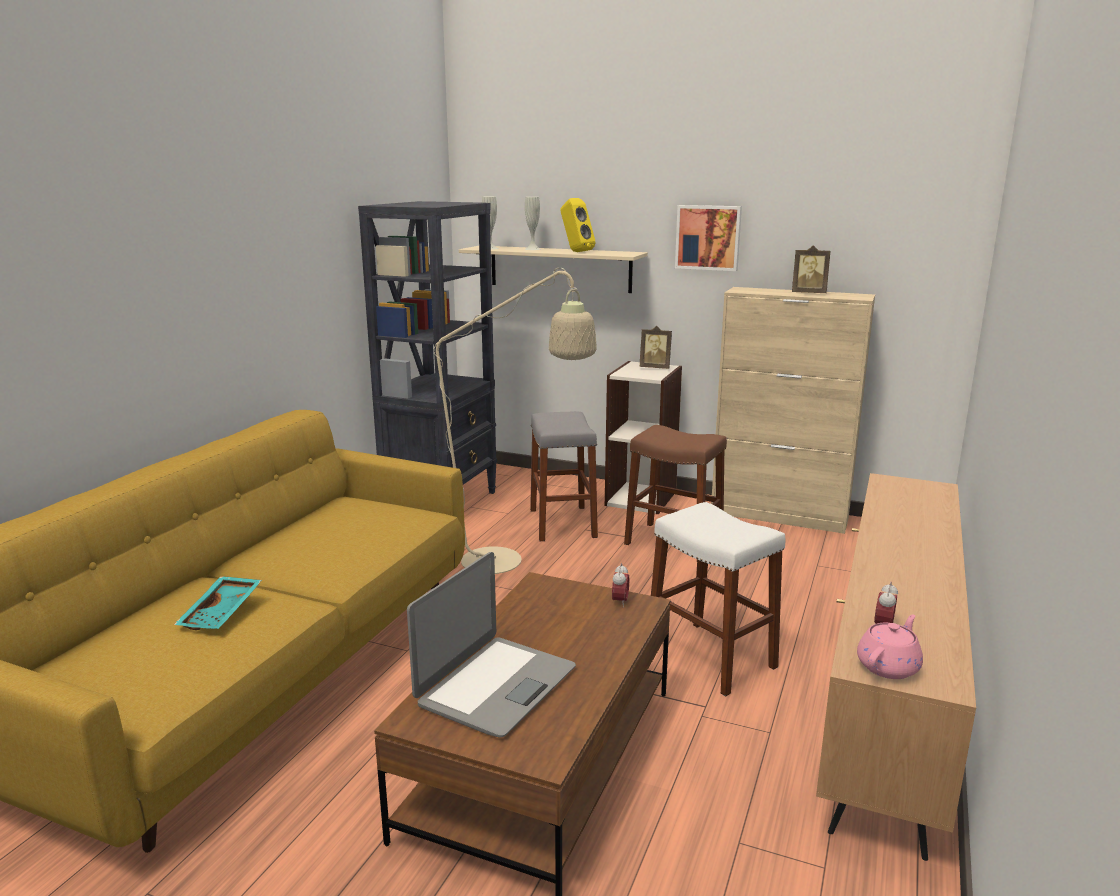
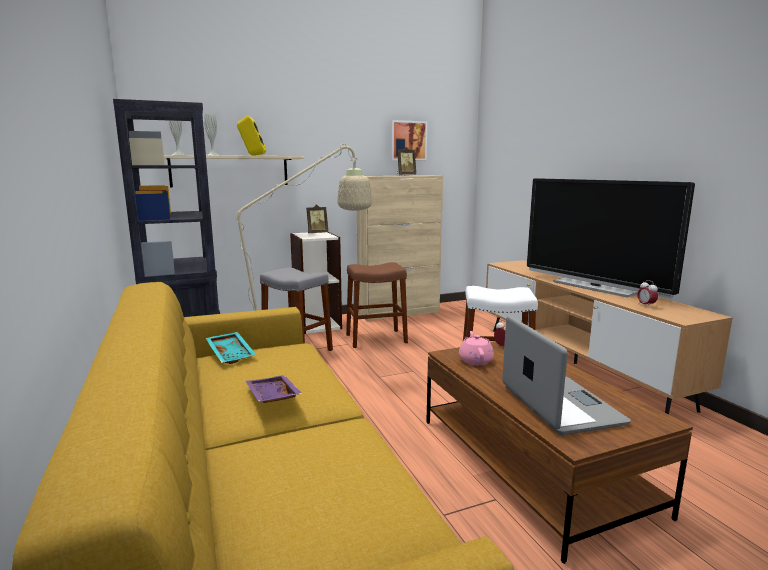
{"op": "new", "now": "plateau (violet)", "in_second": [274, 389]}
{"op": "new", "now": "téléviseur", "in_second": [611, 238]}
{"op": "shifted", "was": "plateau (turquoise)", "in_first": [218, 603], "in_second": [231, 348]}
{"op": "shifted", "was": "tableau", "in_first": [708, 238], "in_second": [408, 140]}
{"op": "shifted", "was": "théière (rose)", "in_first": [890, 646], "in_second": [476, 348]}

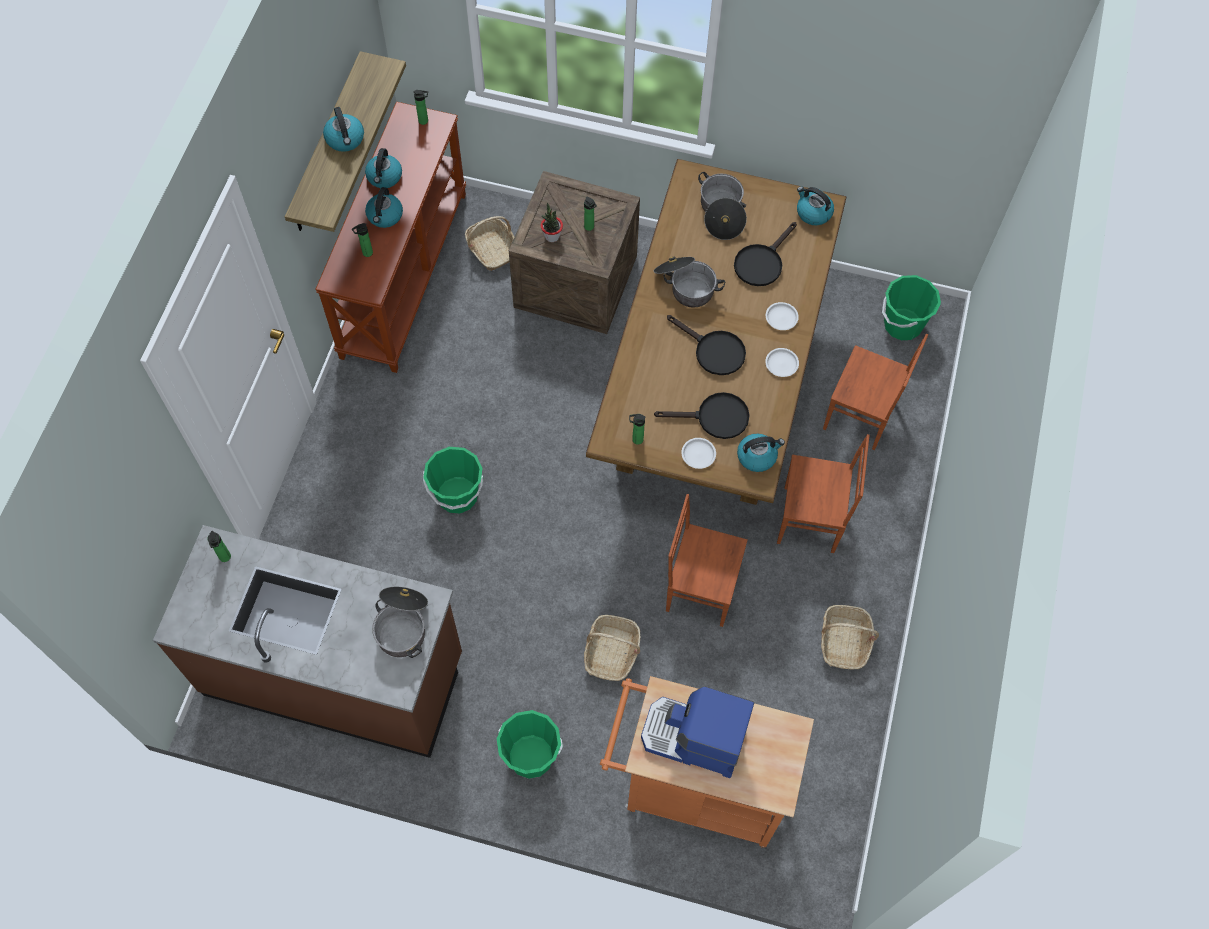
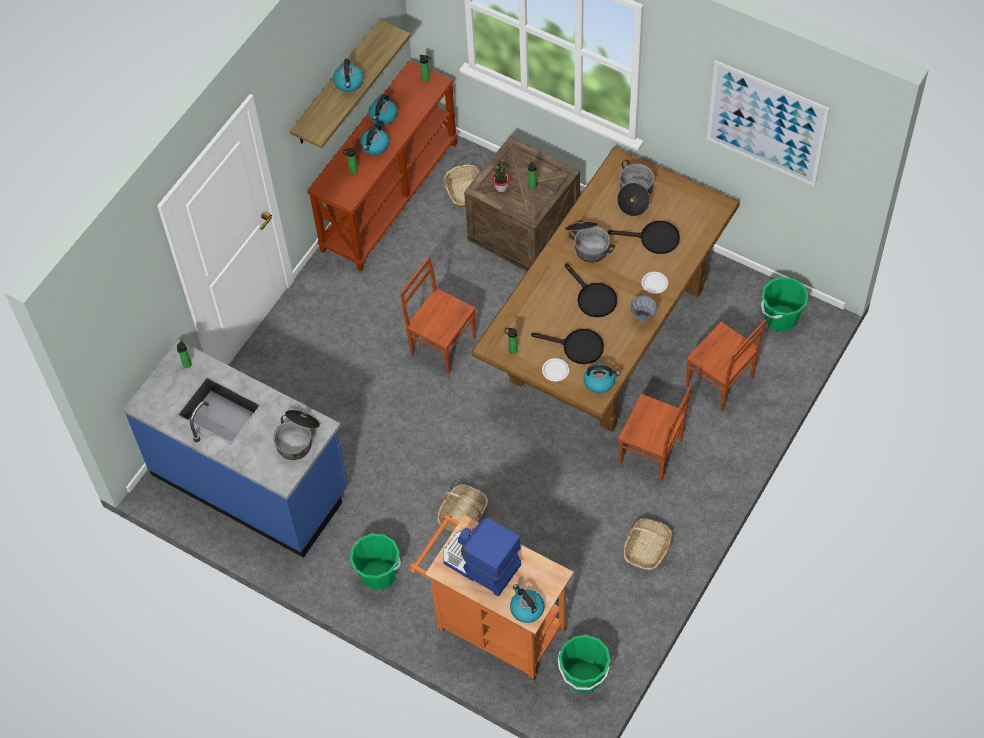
{"op": "new", "now": "tableau", "in_second": [768, 123]}
{"op": "shifted", "was": "seau (vert)", "in_first": [453, 480], "in_second": [584, 664]}
{"op": "shifted", "was": "chaise (marron)", "in_first": [706, 560], "in_second": [438, 315]}
{"op": "shifted", "was": "bouilloire", "in_first": [815, 205], "in_second": [527, 603]}
{"op": "swapped", "was": "assiette (blanc)", "now": "vase (gris)", "in_first": [782, 362], "in_second": [643, 309]}
{"op": "repainted", "was": "comptoir de cuisine (marron)", "now": "comptoir de cuisine (bleu)", "in_first": [307, 641], "in_second": [235, 449]}
{"op": "rotated", "was": "poêle (noir)", "in_first": [765, 254], "in_second": [643, 237], "clockwise": -135}

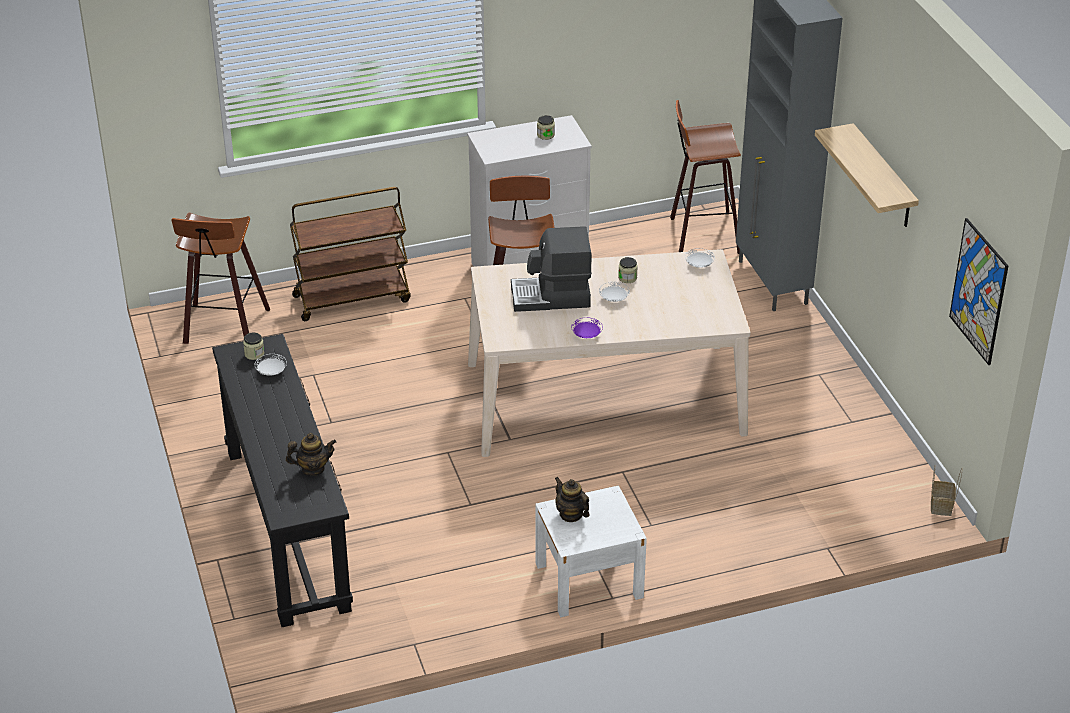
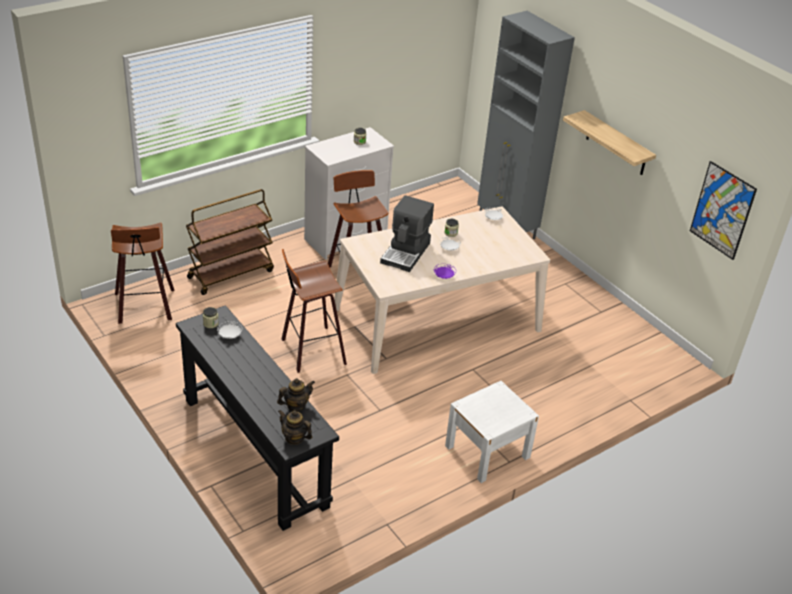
{"op": "gone", "was": "panier", "in_first": [947, 491]}
{"op": "shifted", "was": "théière", "in_first": [572, 499], "in_second": [295, 427]}
{"op": "shifted", "was": "tabouret", "in_first": [705, 177], "in_second": [314, 311]}
{"op": "rotated", "was": "machine à café", "in_first": [551, 269], "in_second": [407, 233], "clockwise": -45}

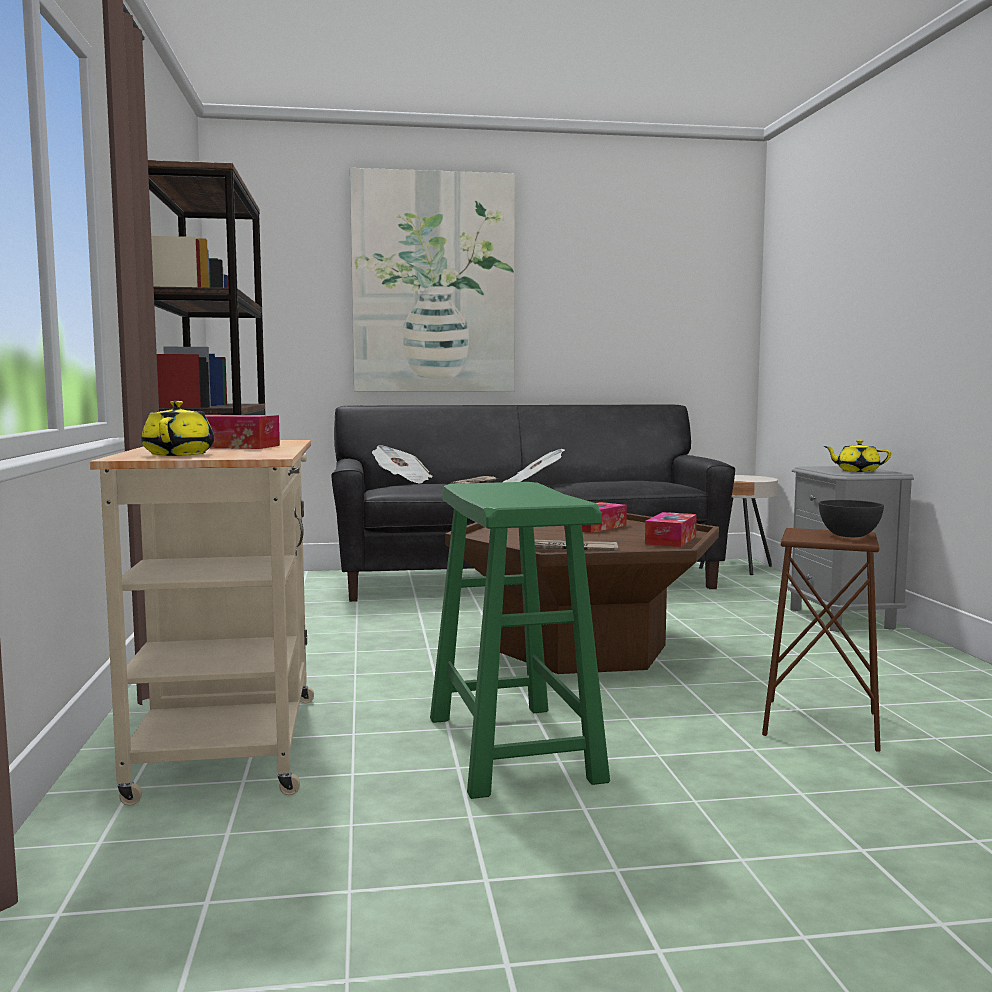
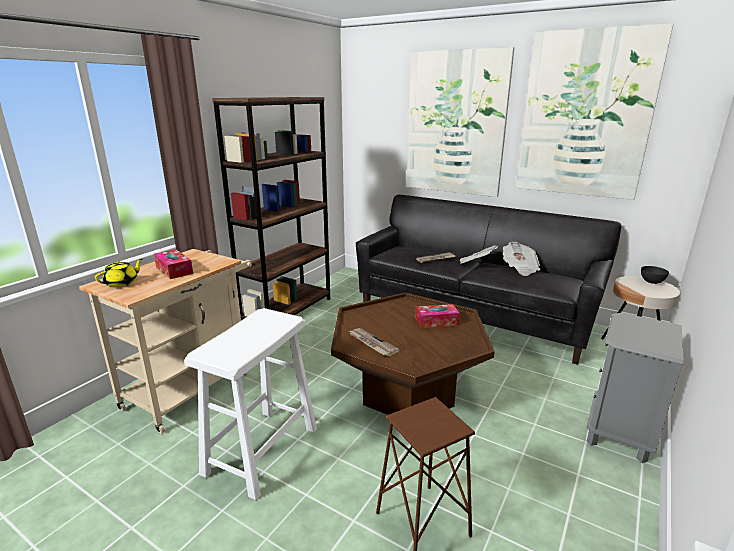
{"op": "gone", "was": "boîte à mouchoirs", "in_first": [671, 529]}
{"op": "gone", "was": "théière (jaune)", "in_first": [857, 456]}
{"op": "new", "now": "tableau", "in_second": [595, 111]}
{"op": "shifted", "was": "journal", "in_first": [402, 464], "in_second": [522, 259]}
{"op": "shifted", "was": "bol (gris)", "in_first": [851, 518], "in_second": [655, 275]}
{"op": "repainted", "was": "tabouret (vert)", "now": "tabouret (blanc)", "in_first": [520, 640], "in_second": [250, 404]}

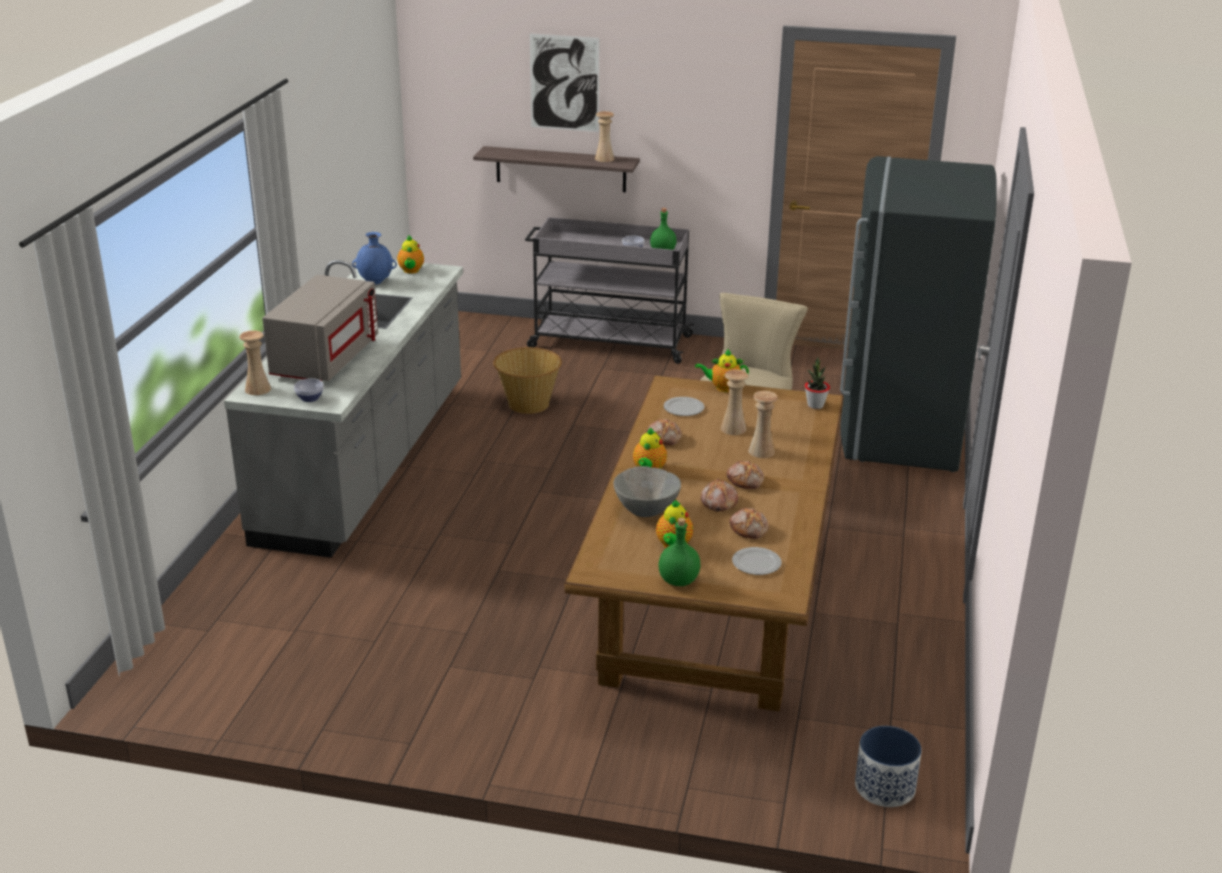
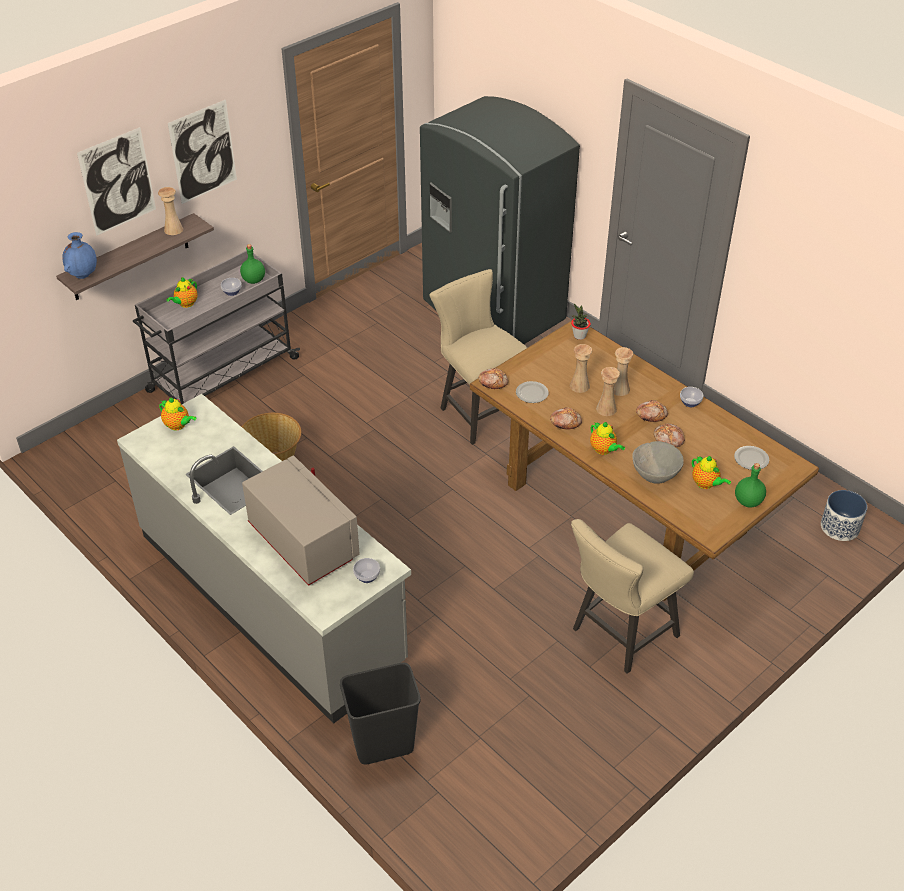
{"op": "new", "now": "tableau", "in_second": [202, 151]}
{"op": "new", "now": "poubelle (noir)", "in_second": [380, 714]}
{"op": "new", "now": "chaise (beige)", "in_second": [632, 596]}
{"op": "new", "now": "bol", "in_second": [691, 397]}
{"op": "shifted", "was": "vase (beige)", "in_first": [255, 362], "in_second": [608, 391]}
{"op": "shifted", "was": "vase (bleu)", "in_first": [374, 258], "in_second": [79, 255]}
{"op": "shifted", "was": "théière", "in_first": [722, 370], "in_second": [181, 292]}
{"op": "shifted", "was": "pain", "in_first": [749, 523], "in_second": [493, 378]}

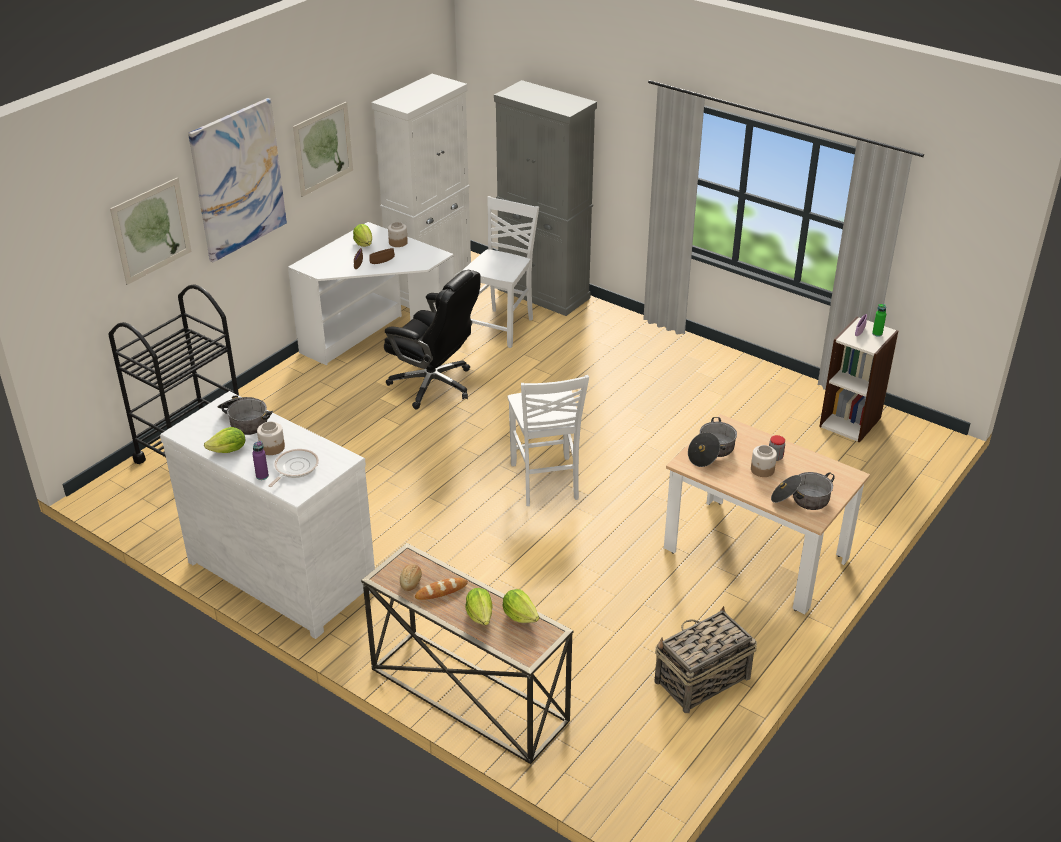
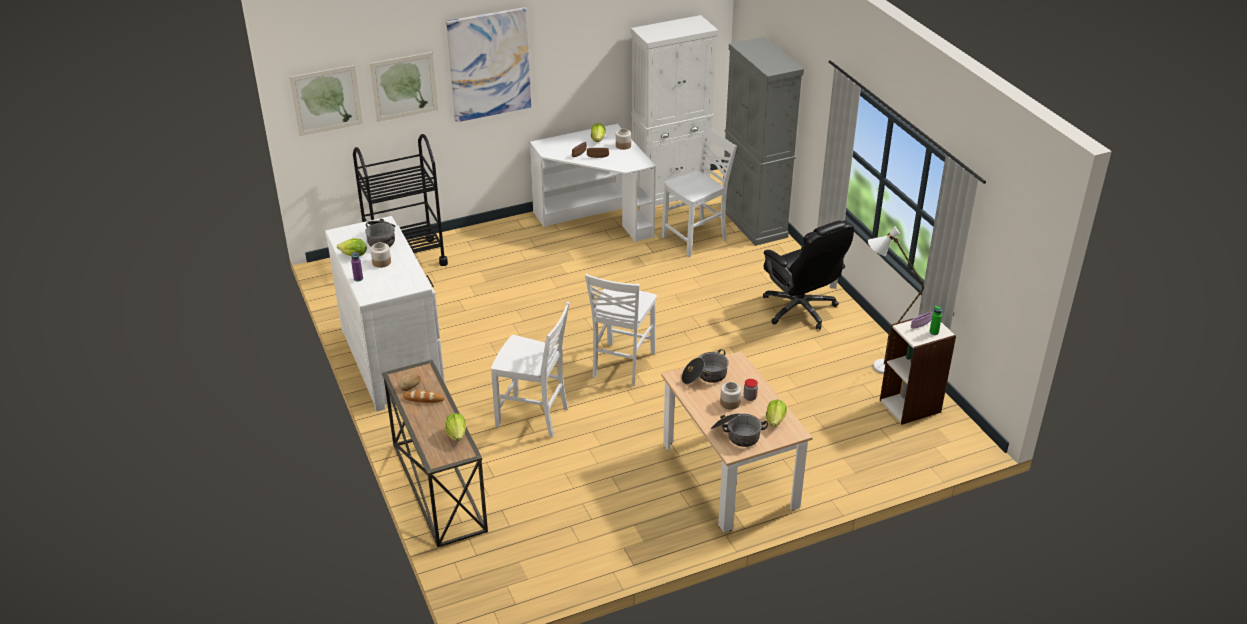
{"op": "gone", "was": "poêle", "in_first": [293, 468]}
{"op": "gone", "was": "panier", "in_first": [705, 659]}
{"op": "new", "now": "chaise (blanc)", "in_second": [530, 370]}
{"op": "new", "now": "lampadaire (blanc)", "in_second": [896, 300]}
{"op": "shifted", "was": "tableau", "in_first": [323, 149], "in_second": [326, 100]}
{"op": "shifted", "was": "chaise de bureau (noir)", "in_first": [432, 339], "in_second": [808, 275]}
{"op": "shifted", "was": "laitue", "in_first": [479, 606], "in_second": [776, 413]}

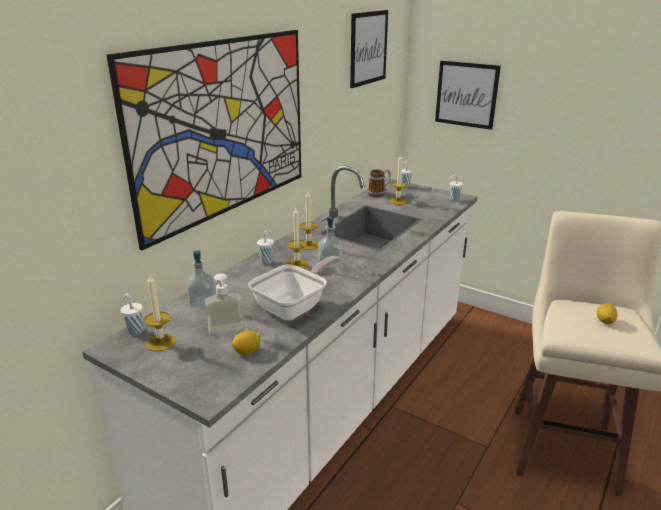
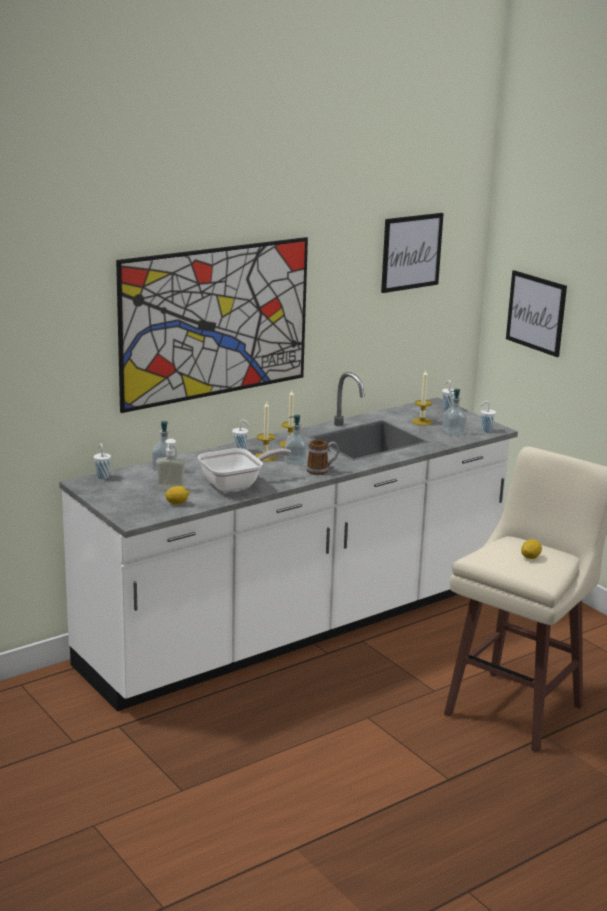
{"op": "gone", "was": "bougie", "in_first": [160, 313]}
{"op": "new", "now": "distributeur de savon", "in_second": [454, 412]}
{"op": "shifted", "was": "mug", "in_first": [379, 183], "in_second": [323, 457]}

